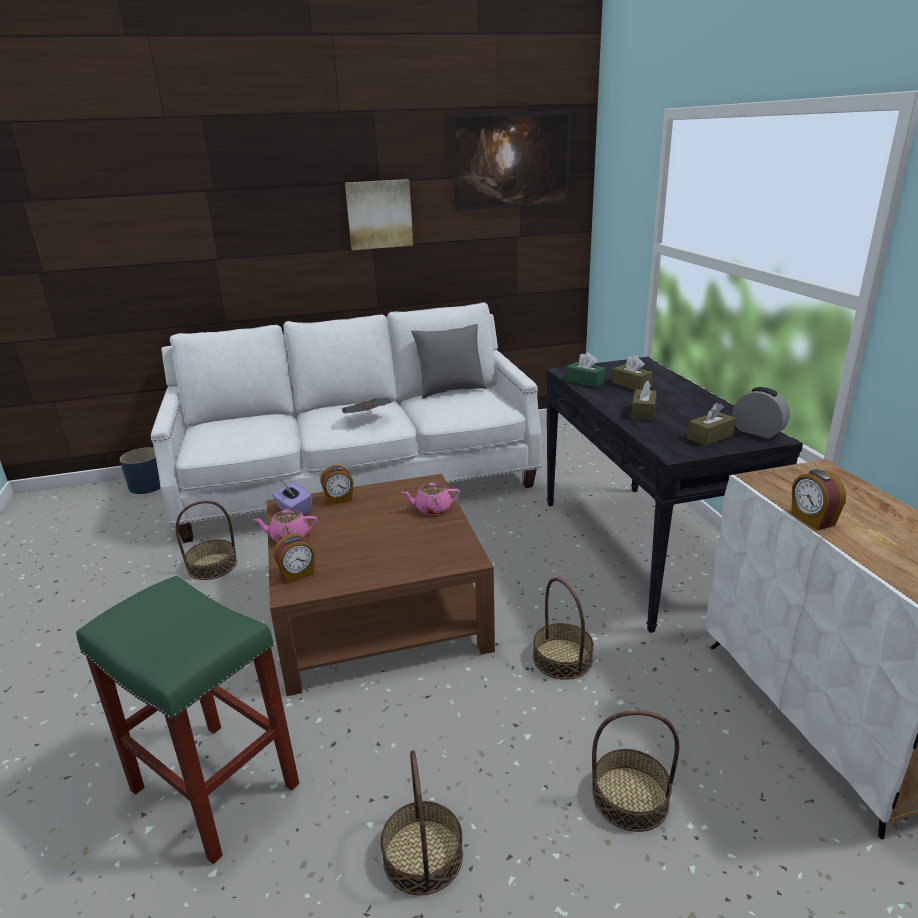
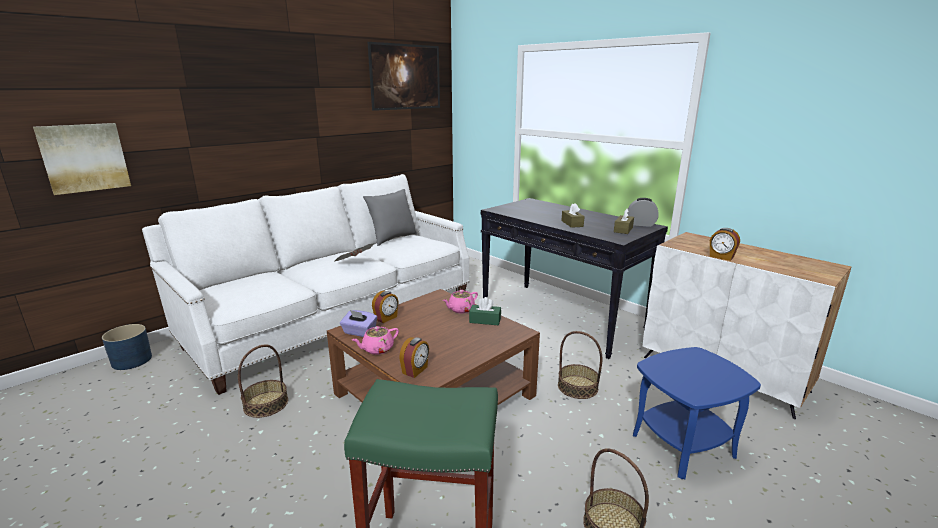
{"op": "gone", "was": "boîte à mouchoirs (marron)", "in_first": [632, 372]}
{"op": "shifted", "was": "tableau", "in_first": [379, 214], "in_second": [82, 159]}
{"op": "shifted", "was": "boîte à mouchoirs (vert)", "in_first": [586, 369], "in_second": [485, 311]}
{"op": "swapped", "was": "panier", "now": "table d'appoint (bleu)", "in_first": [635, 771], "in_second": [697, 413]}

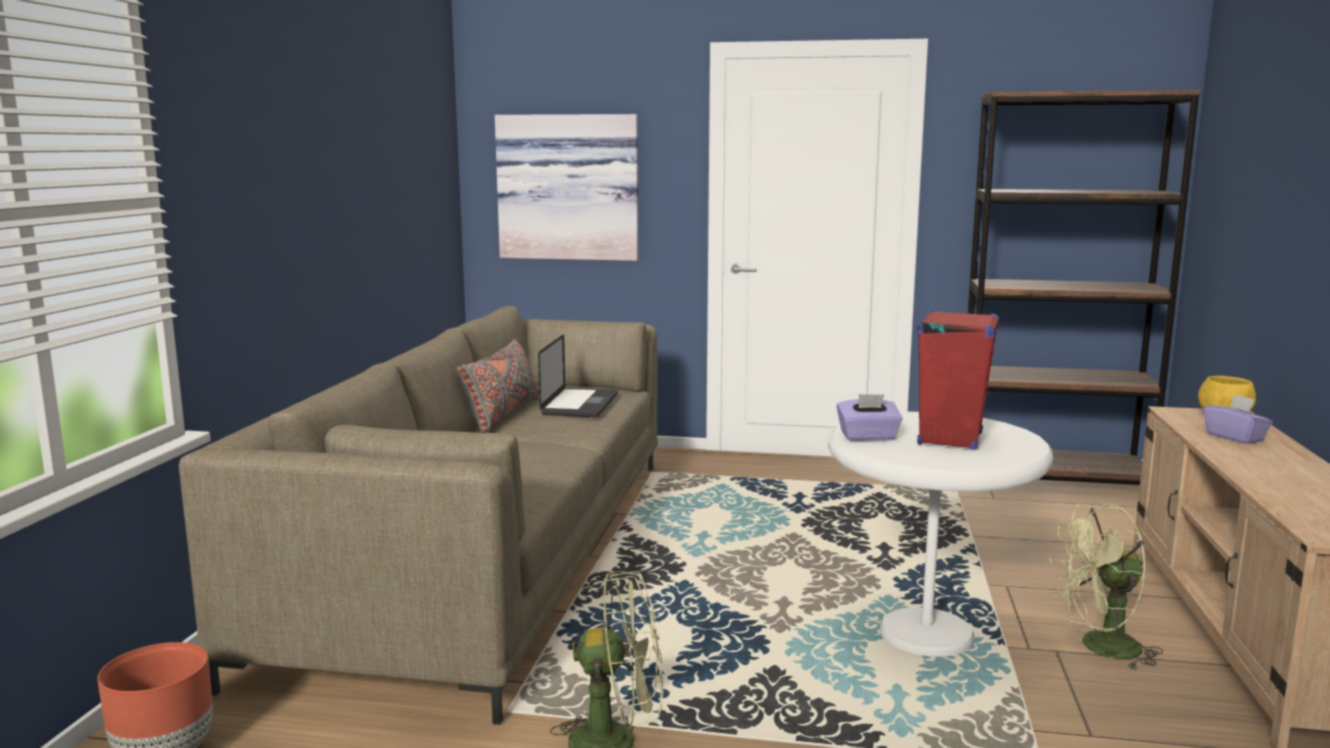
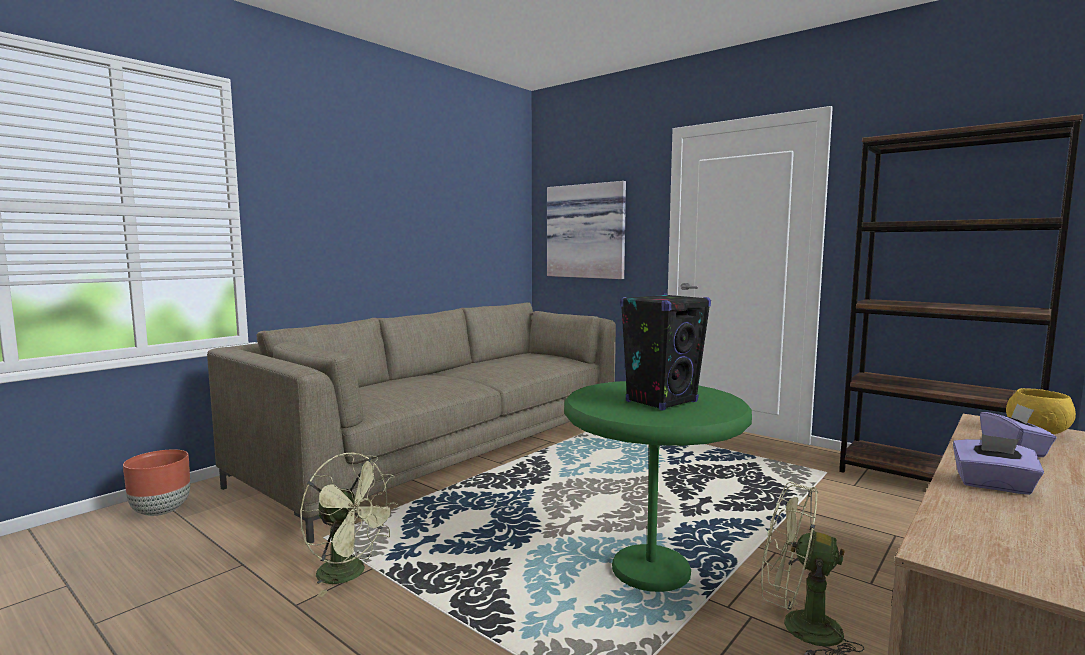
{"op": "gone", "was": "coussin (gris)", "in_first": [497, 386]}
{"op": "gone", "was": "ordinateur portable", "in_first": [578, 375]}
{"op": "shifted", "was": "boîte à mouchoirs (violet)", "in_first": [870, 417], "in_second": [998, 464]}
{"op": "repainted", "was": "table d'appoint (blanc)", "now": "table d'appoint (vert)", "in_first": [940, 534], "in_second": [658, 486]}
{"op": "repainted", "was": "enceinte (rouge)", "now": "enceinte (noir)", "in_first": [958, 380], "in_second": [665, 352]}

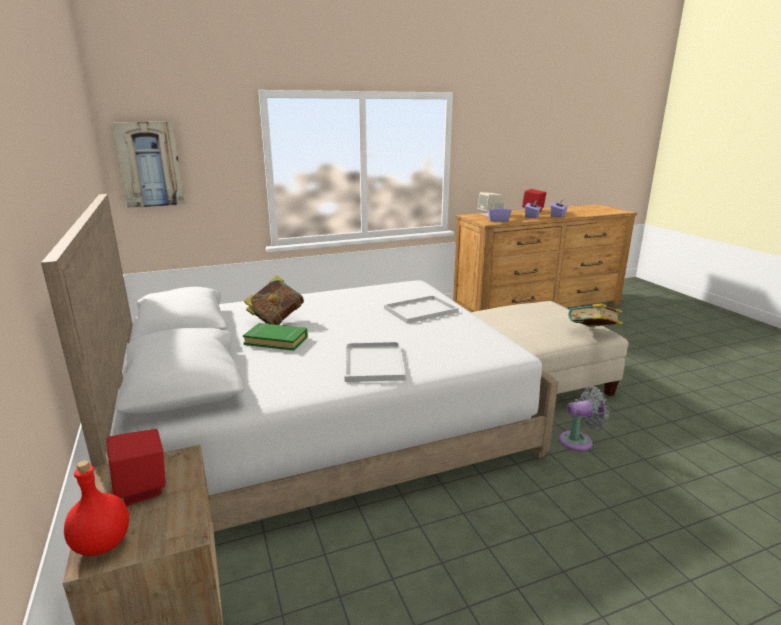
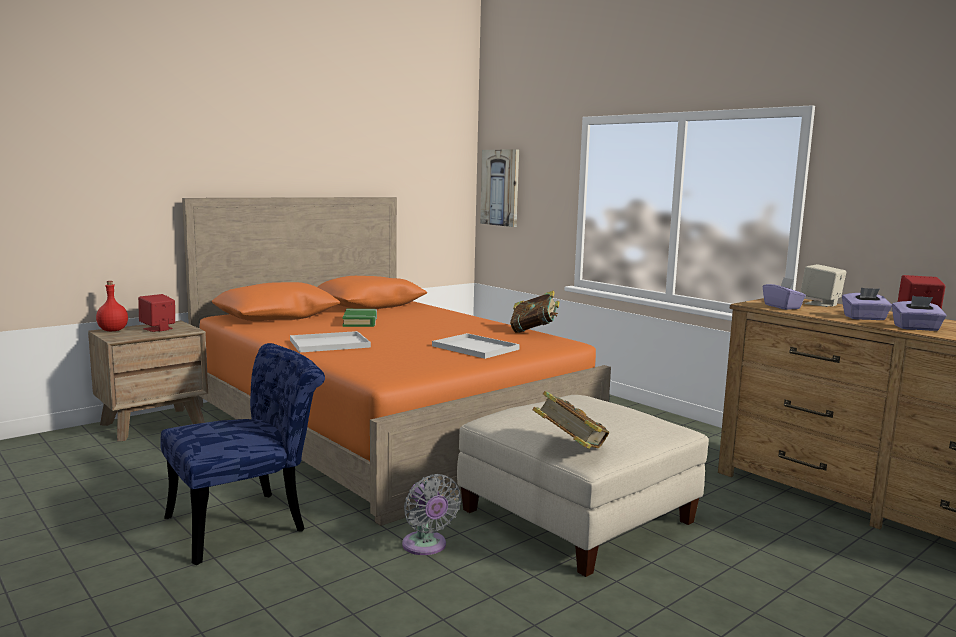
{"op": "new", "now": "chaise (bleu)", "in_second": [243, 454]}
{"op": "shifted", "was": "livre", "in_first": [274, 300], "in_second": [535, 311]}
{"op": "repainted", "was": "lit (blanc)", "now": "lit (orange)", "in_first": [299, 363], "in_second": [396, 361]}

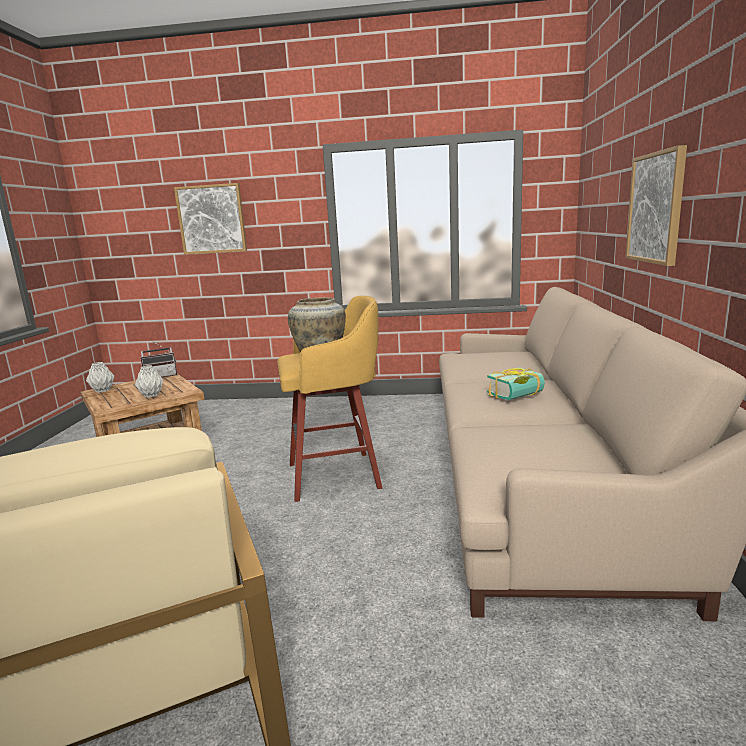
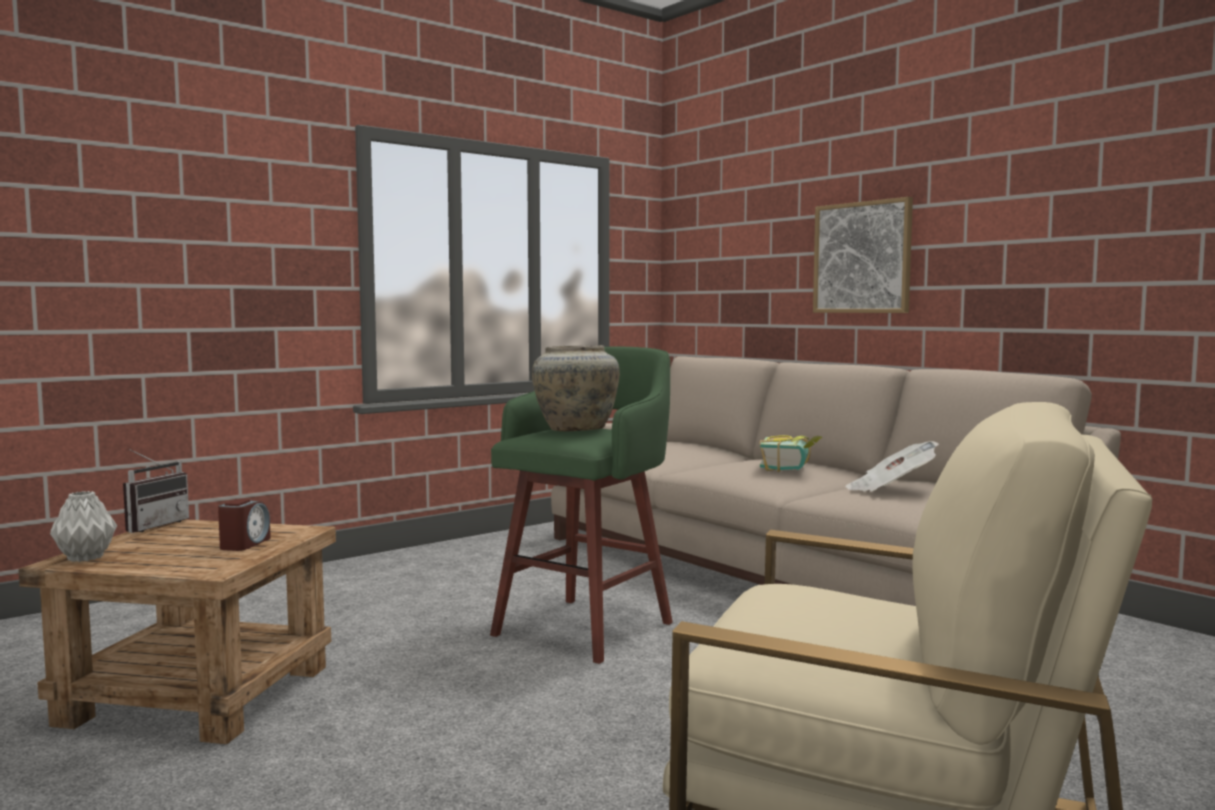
{"op": "gone", "was": "tableau", "in_first": [210, 218]}
{"op": "new", "now": "journal", "in_second": [892, 466]}
{"op": "swapped", "was": "vase (gris)", "now": "réveil", "in_first": [149, 381], "in_second": [244, 525]}
{"op": "repainted", "was": "tabouret (jaune)", "now": "tabouret (vert)", "in_first": [329, 399], "in_second": [581, 505]}

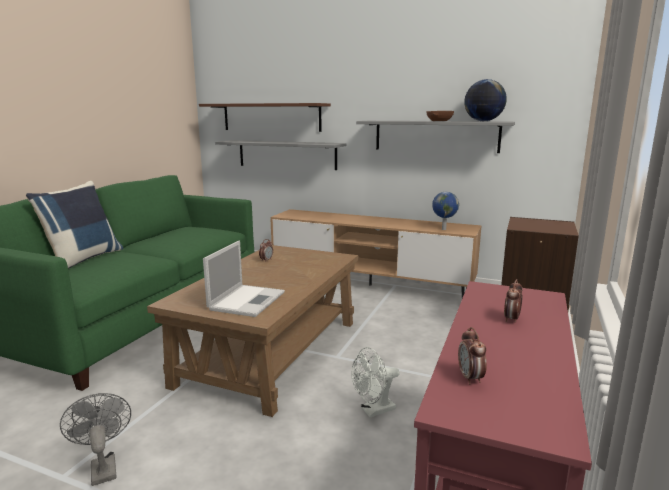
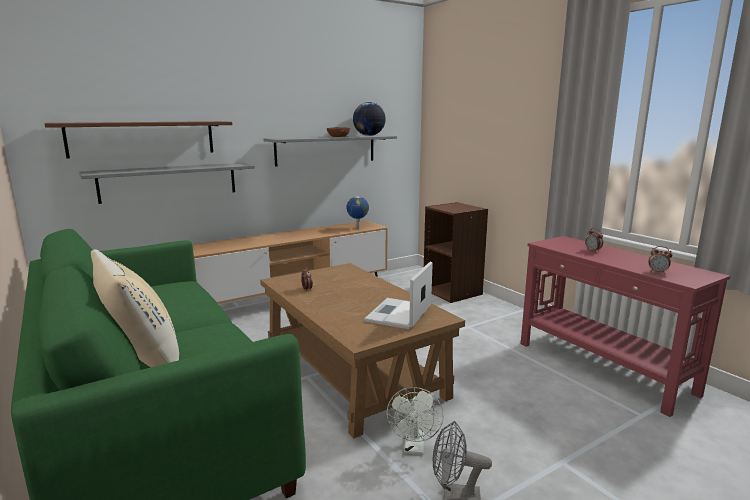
{"op": "shifted", "was": "ventilateur (blanc)", "in_first": [375, 382], "in_second": [415, 421]}
{"op": "repainted", "was": "coussin (bleu)", "now": "coussin (beige)", "in_first": [75, 225], "in_second": [135, 308]}
{"op": "rotated", "was": "ordinateur portable", "in_first": [244, 278], "in_second": [398, 295], "clockwise": -120}

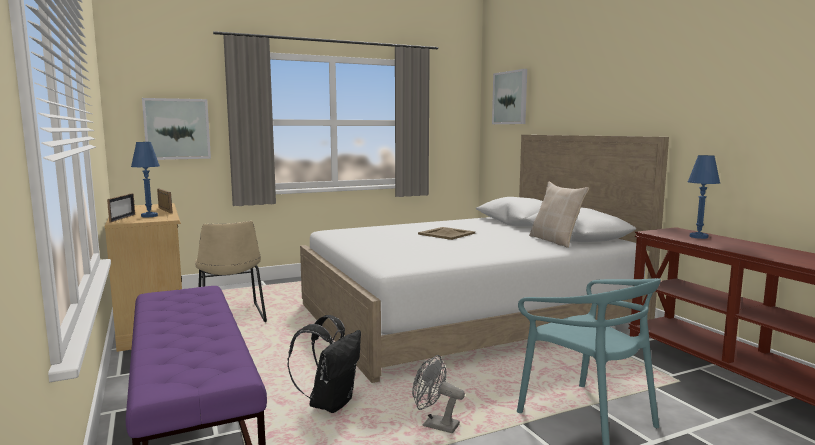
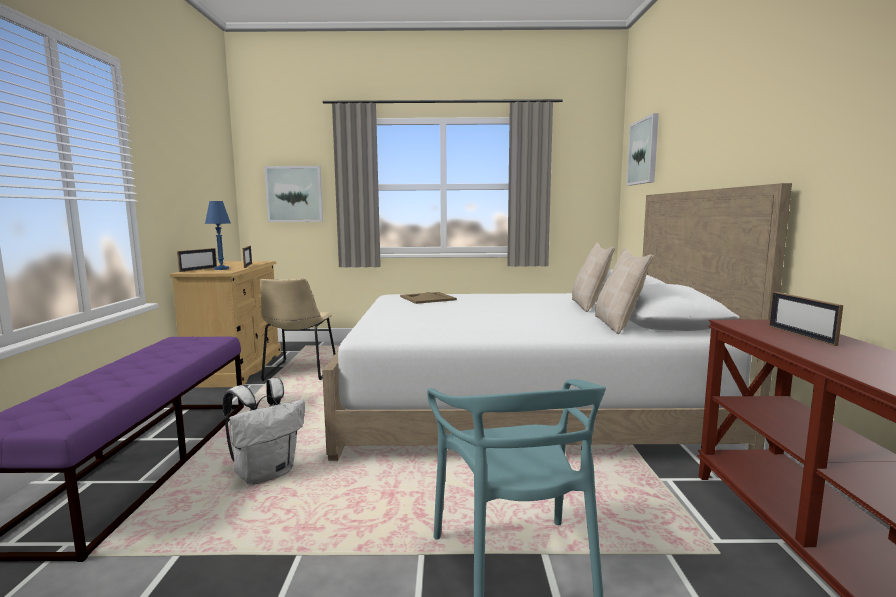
{"op": "gone", "was": "ventilateur (gris)", "in_first": [438, 394]}
{"op": "new", "now": "coussin (beige)", "in_second": [593, 277]}
{"op": "shifted", "was": "plateau (beige)", "in_first": [446, 233], "in_second": [428, 298]}
{"op": "swapped", "was": "lampe de table (bleu)", "now": "cadre photo", "in_first": [704, 197], "in_second": [806, 319]}
{"op": "repainted", "was": "sac à dos (noir)", "now": "sac à dos (blanc)", "in_first": [324, 364], "in_second": [264, 431]}

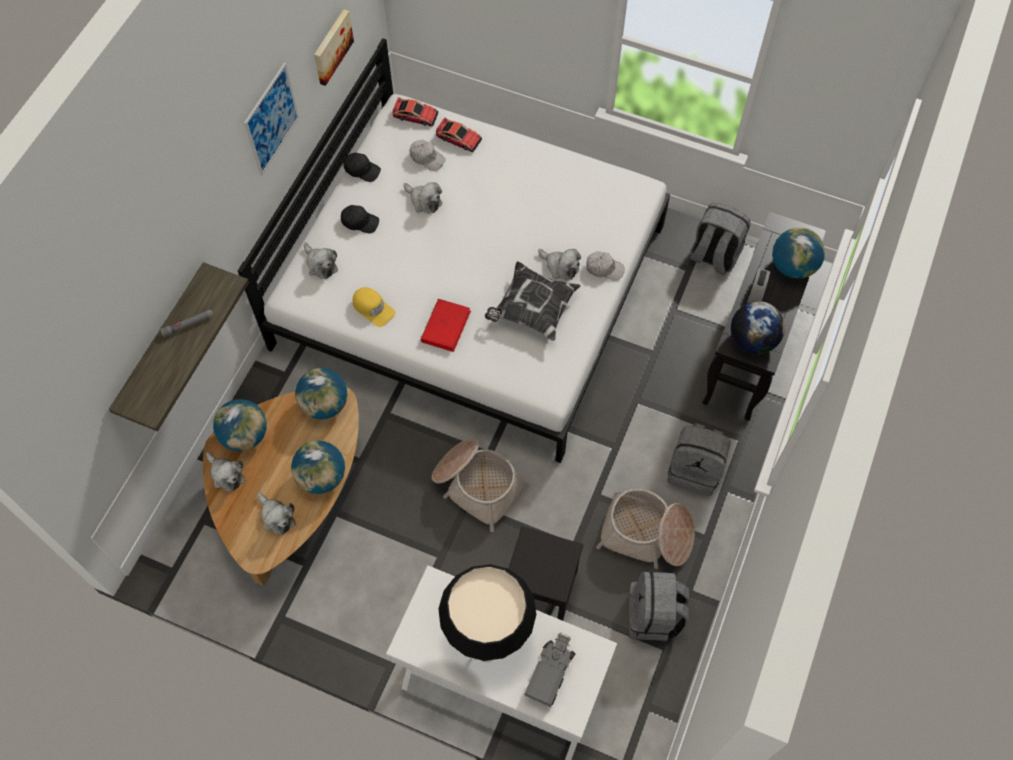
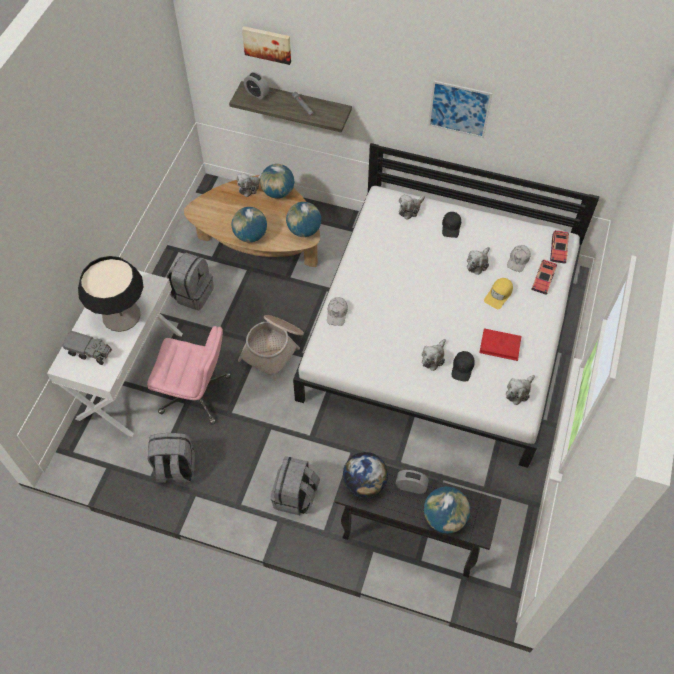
{"op": "gone", "was": "coussin", "in_first": [533, 301]}
{"op": "gone", "was": "panier", "in_first": [645, 529]}
{"op": "new", "now": "réveil", "in_second": [256, 86]}
{"op": "shifted", "was": "peluche", "in_first": [277, 513], "in_second": [520, 390]}
{"op": "shifted", "was": "tableau", "in_first": [334, 47], "in_second": [266, 45]}
{"op": "shifted", "was": "casquette (noir)", "in_first": [362, 167], "in_second": [463, 366]}
{"op": "shifted", "was": "casquette (jaune)", "in_first": [374, 307], "in_second": [498, 293]}
{"op": "shifted", "was": "livre (rouge)", "in_first": [446, 325], "in_second": [500, 344]}
{"op": "shifted", "was": "casquette (blanc)", "in_first": [605, 266], "in_second": [337, 311]}
{"op": "shifted", "was": "sac à dos (gris)", "in_first": [720, 239], "in_second": [190, 282]}
{"op": "swapped", "was": "tabouret (noir)", "now": "chaise de bureau (rose)", "in_first": [546, 574], "in_second": [189, 375]}

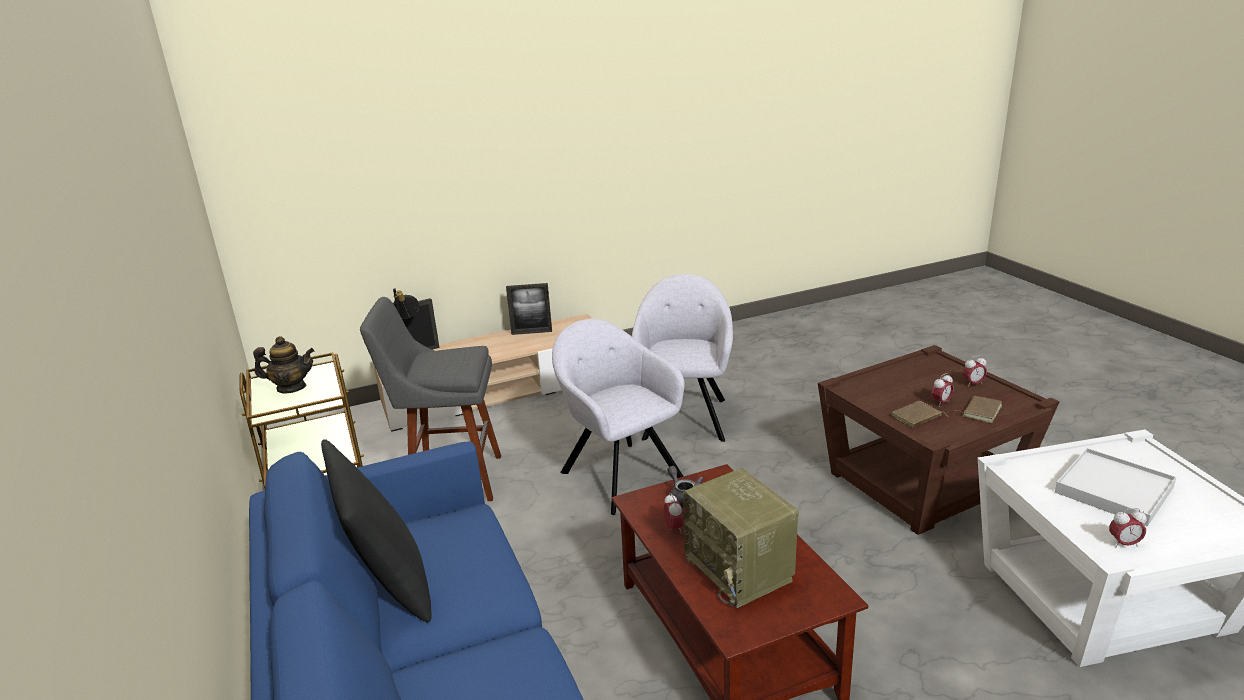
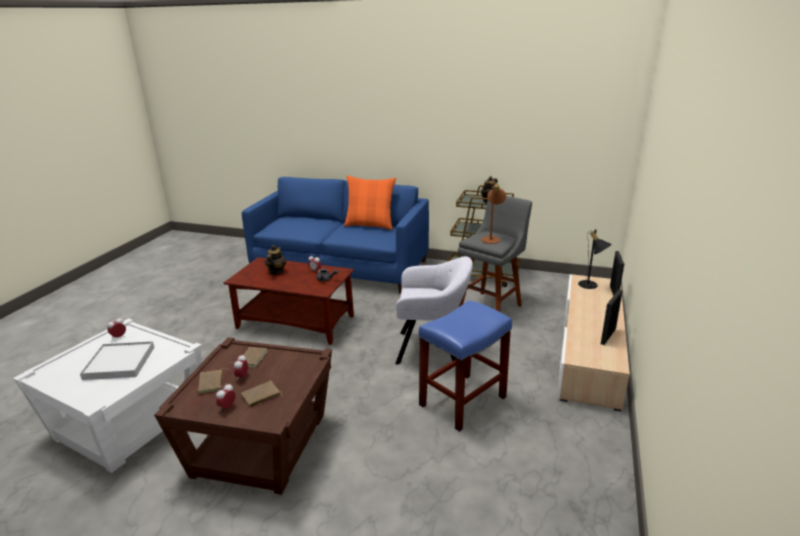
{"op": "new", "now": "livre (marron)", "in_second": [261, 394]}
{"op": "new", "now": "lampe de table (marron)", "in_second": [493, 213]}
{"op": "swapped", "was": "fauteuil (gris)", "now": "tabouret (bleu)", "in_first": [682, 358], "in_second": [465, 366]}
{"op": "swapped", "was": "radio", "now": "théière", "in_first": [741, 538], "in_second": [275, 260]}
{"op": "repainted", "was": "coussin (noir)", "now": "coussin (orange)", "in_first": [376, 531], "in_second": [370, 202]}

